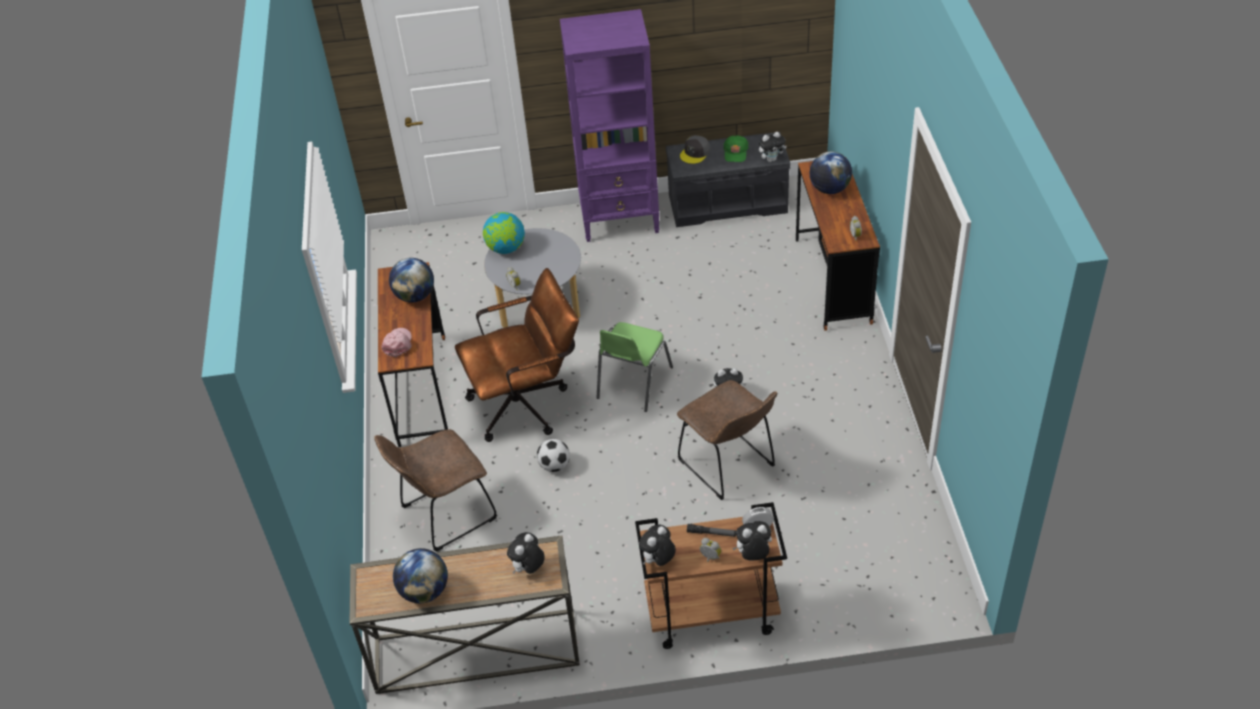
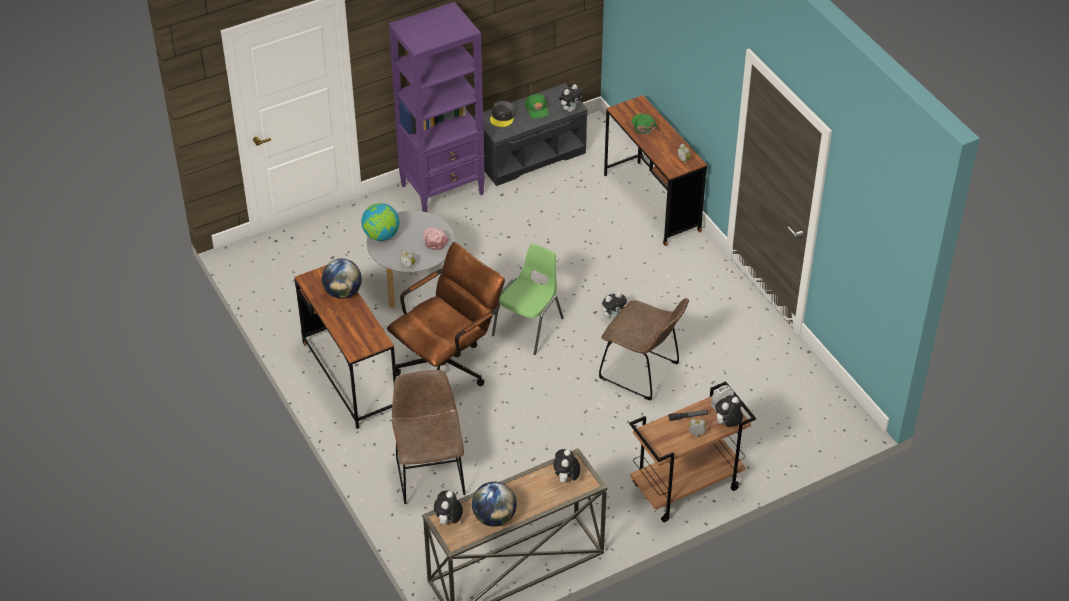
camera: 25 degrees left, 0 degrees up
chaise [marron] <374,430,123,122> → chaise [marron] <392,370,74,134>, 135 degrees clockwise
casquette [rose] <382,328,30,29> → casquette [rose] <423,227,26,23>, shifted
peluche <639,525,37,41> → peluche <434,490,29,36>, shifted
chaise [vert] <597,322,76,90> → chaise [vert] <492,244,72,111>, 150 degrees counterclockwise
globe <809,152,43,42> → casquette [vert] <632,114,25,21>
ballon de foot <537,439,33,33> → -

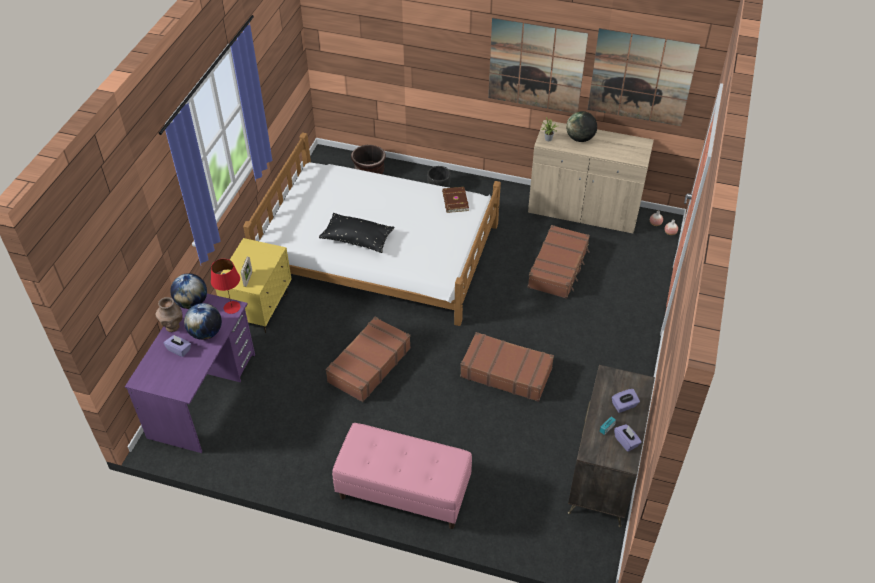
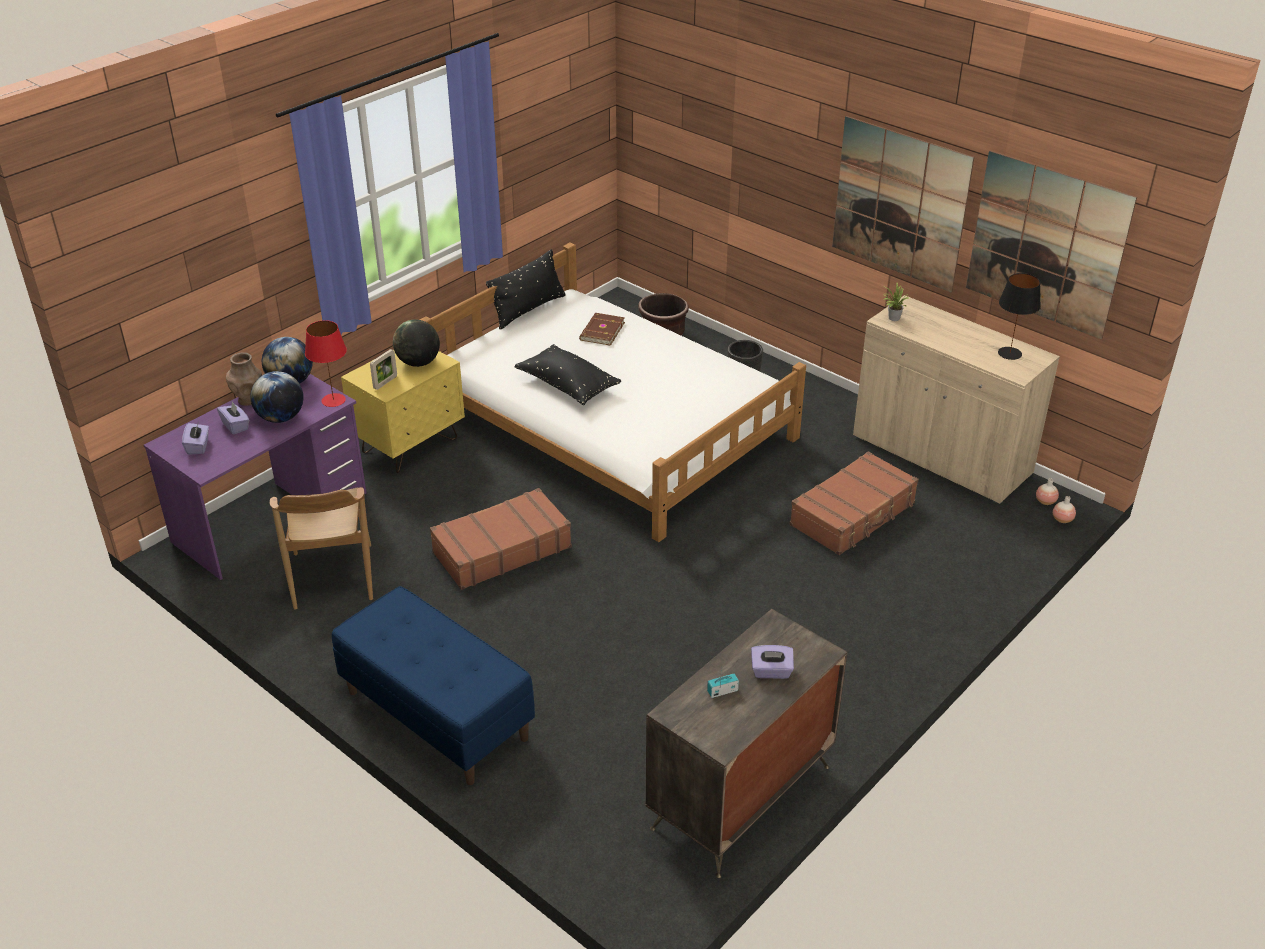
camera: 25 degrees right, 10 degrees down
boîte à mouchoirs [violet] <614,424,28,28> → boîte à mouchoirs [violet] <182,423,27,32>, shifted
- → chaise [marron] <270,487,103,122>
banc [rose] <332,423,140,106> → banc [bleu] <332,586,203,199>
globe <566,111,31,31> → globe <393,319,47,48>, shifted
- → coussin [noir] <486,249,80,81>
livre [marron] <442,187,27,26> → livre [marron] <579,313,46,33>, shifted
- → lampe de table [noir] <998,273,43,87>
valise [marron] <460,332,94,70> → -

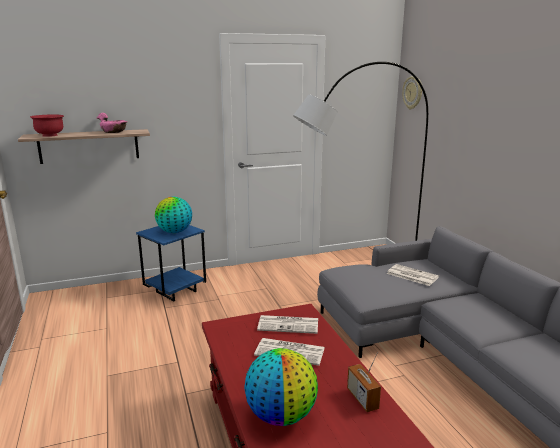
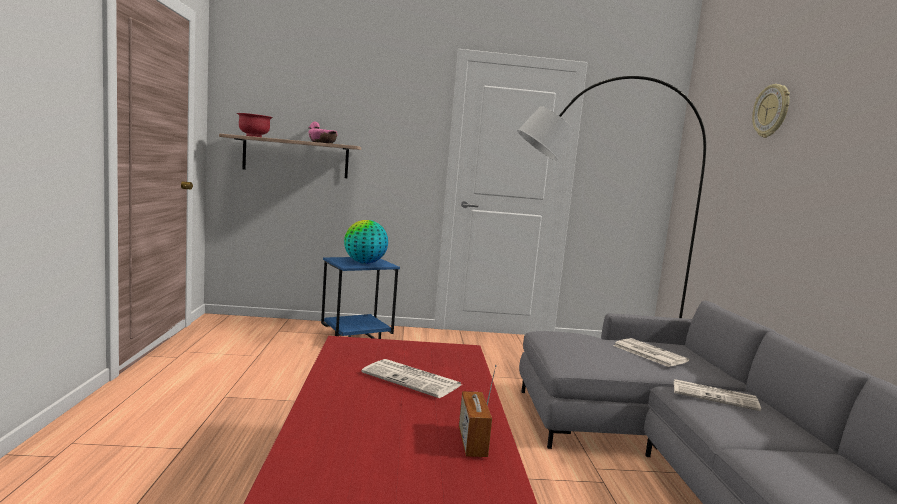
camera: 15 degrees right, 10 degrees down
journal <257,315,61,19> → journal <674,379,87,32>, shifted
horloge murale <402,76,20,33> → horloge murale <752,84,38,54>, shifted
globe <244,348,74,78> → -

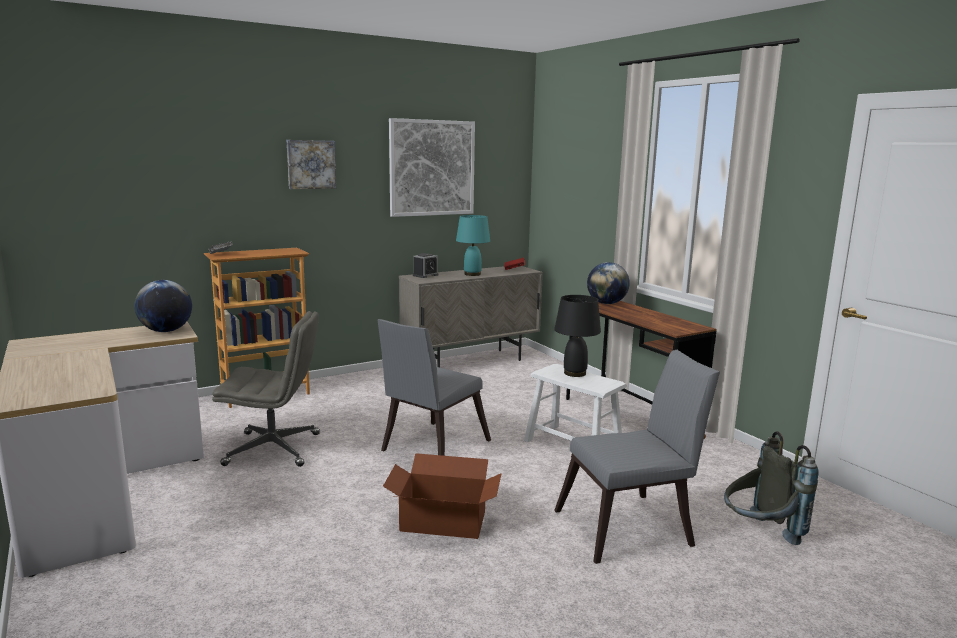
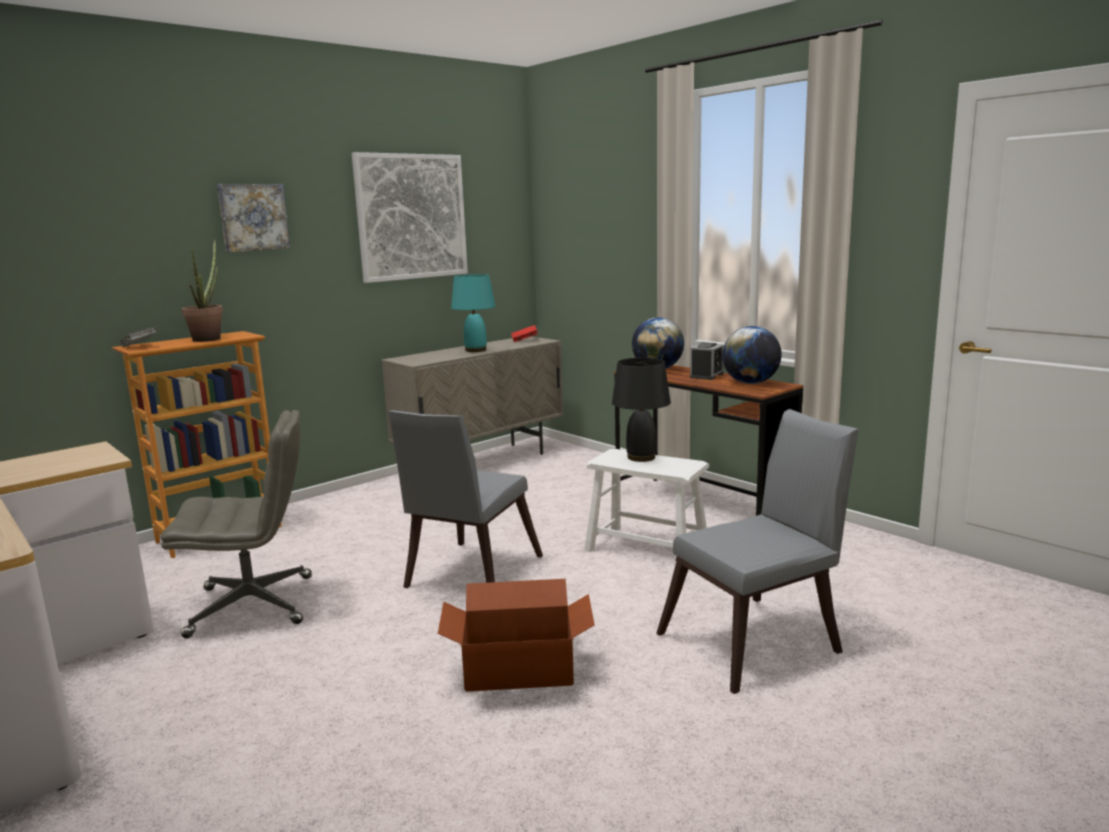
camera: 10 degrees left, 0 degrees up
- → plante en pot <182,239,41,103>
réveil <413,253,26,25> → réveil <690,342,34,38>, shifted
globe <134,280,58,52> → globe <722,326,60,58>, shifted
sac à dos [gris] <724,431,95,114> → -

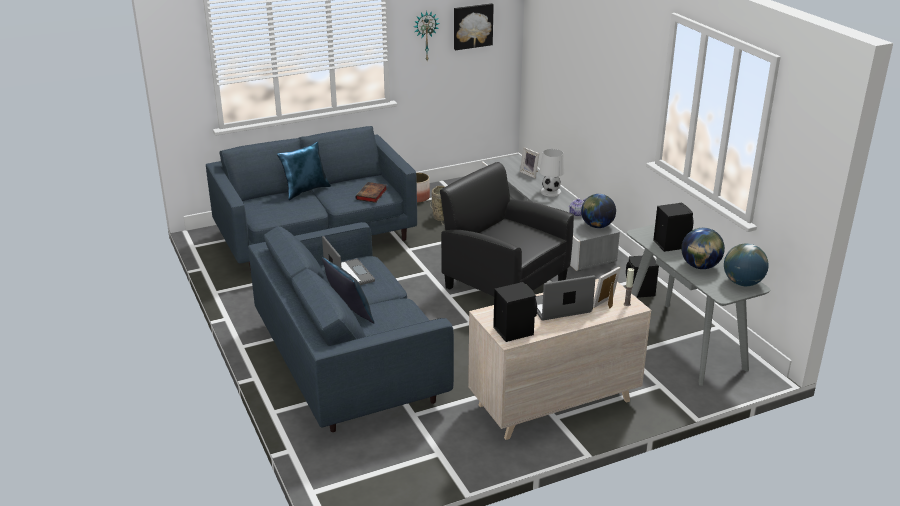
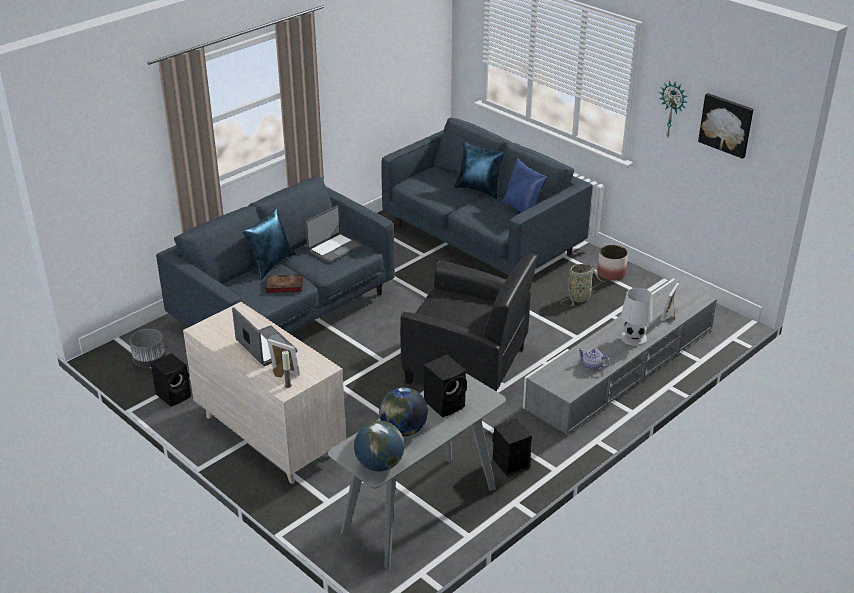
camera: 70 degrees right, 5 degrees up
- → cache-pot [gris] <130,329,36,38>
enceinte [noir] <493,282,44,60> → enceinte [noir] <151,353,40,54>, shifted
livre <356,182,31,21> → livre <265,274,38,19>, shifted
fauteuil [noir] <440,162,134,134> → fauteuil [noir] <400,254,138,138>, 90 degrees clockwise
- → coussin [bleu] <501,158,46,54>
globe <581,194,35,34> → -

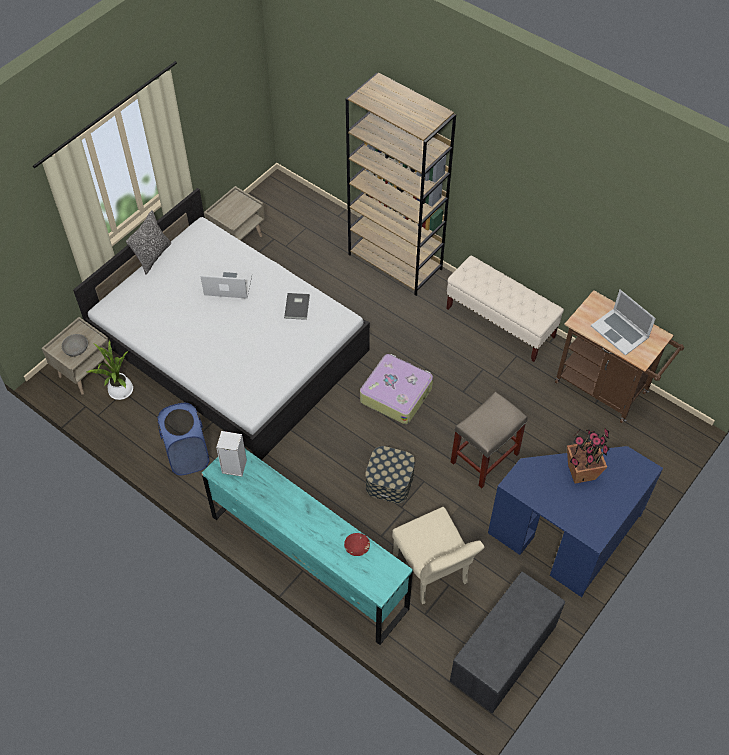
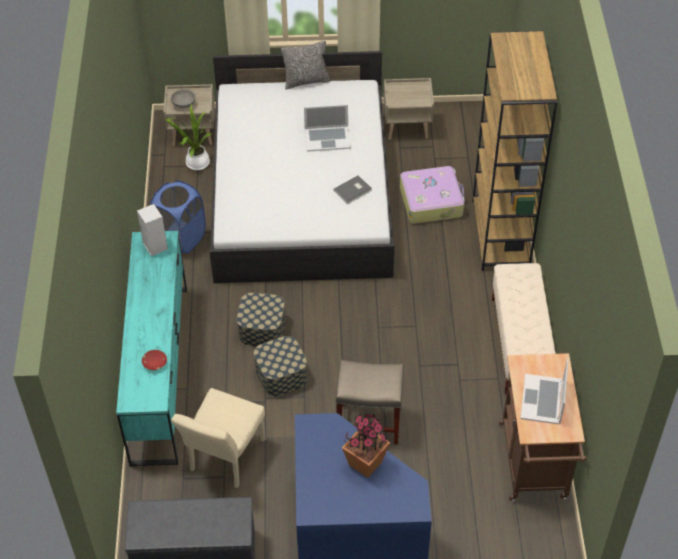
camera: 50 degrees right, 5 degrees down
- → boîte de rangement <237,293,48,53>
ordinateur portable <200,270,52,29> → ordinateur portable <304,105,47,47>, 120 degrees clockwise
valise <360,354,73,70> → valise <400,166,65,58>, shifted

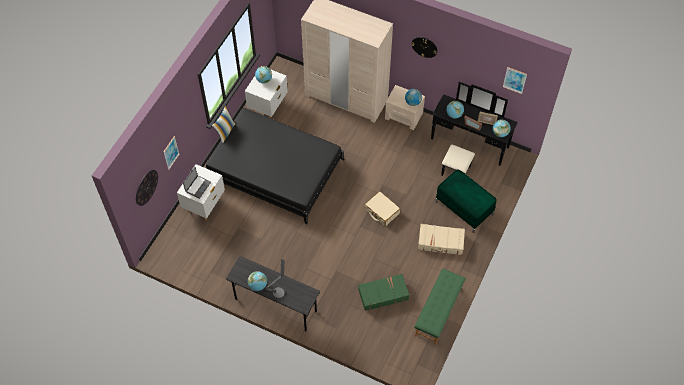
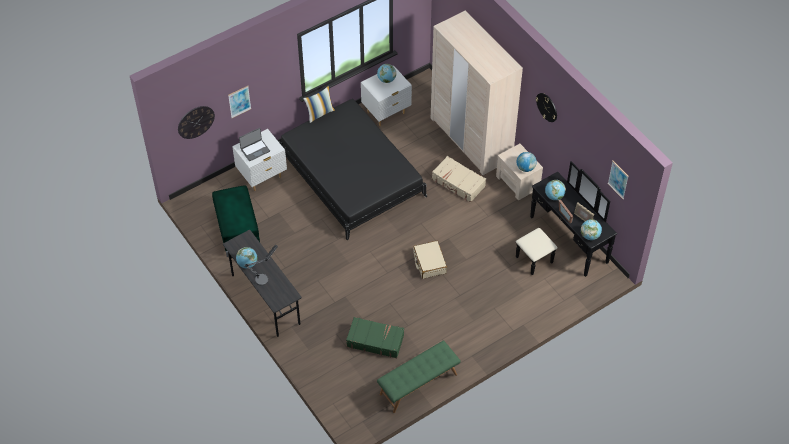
camera: 30 degrees right, 5 degrees down
pouf [vert] <436,169,61,64> → pouf [vert] <212,185,48,72>, shifted
valise [beige] <418,224,47,32> → valise [beige] <432,156,54,46>, shifted

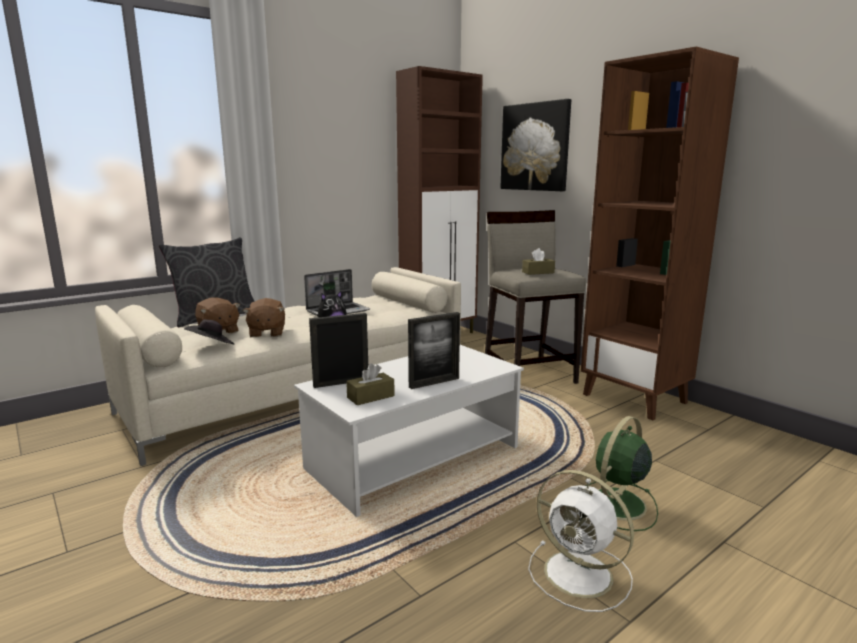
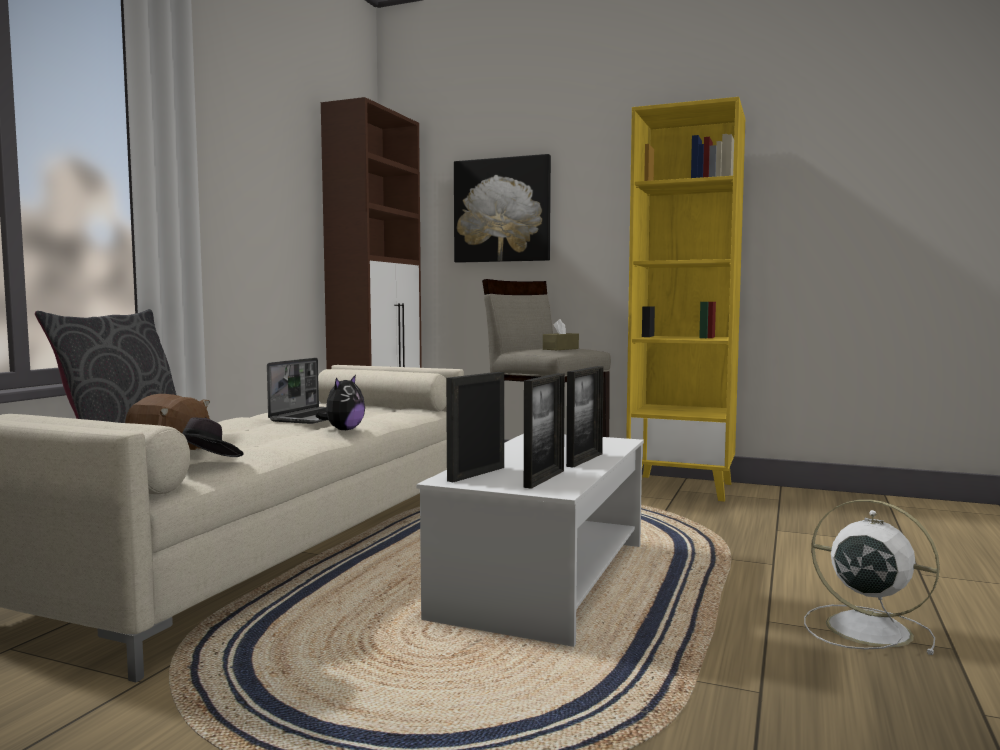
camera: 30 degrees left, 10 degrees down
boîte à mouchoirs [marron] <346,363,49,42> → cadre photo <524,373,41,116>
bibliothèque [marron] <581,46,158,374> → bibliothèque [jaune] <626,97,119,405>
ventilateur [blanc] <528,470,106,142> → ventilateur [blanc] <804,499,136,156>, 150 degrees counterclockwise
peluche [marron] <243,298,42,39> → -
ventilateur [vert] <586,416,72,115> → -

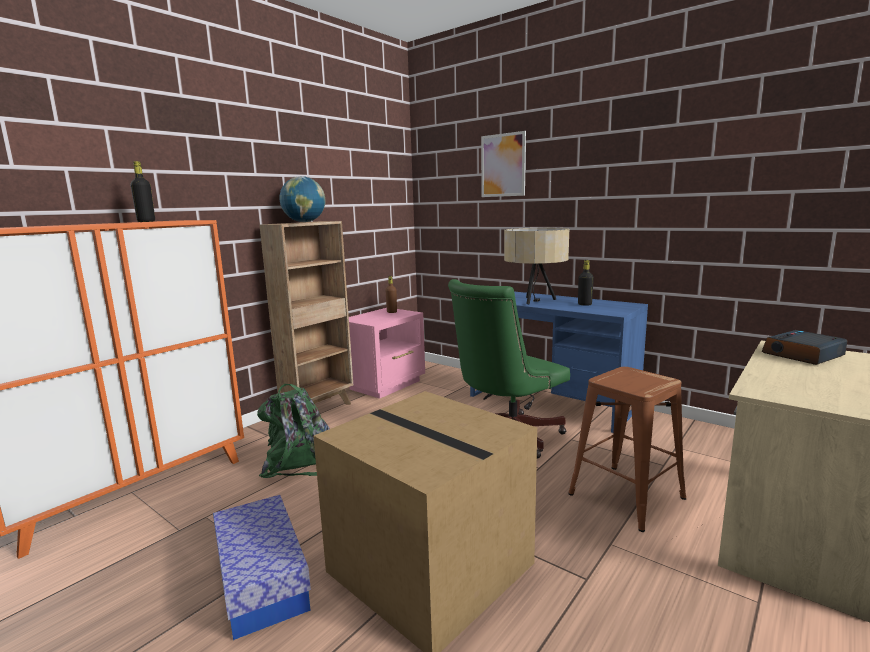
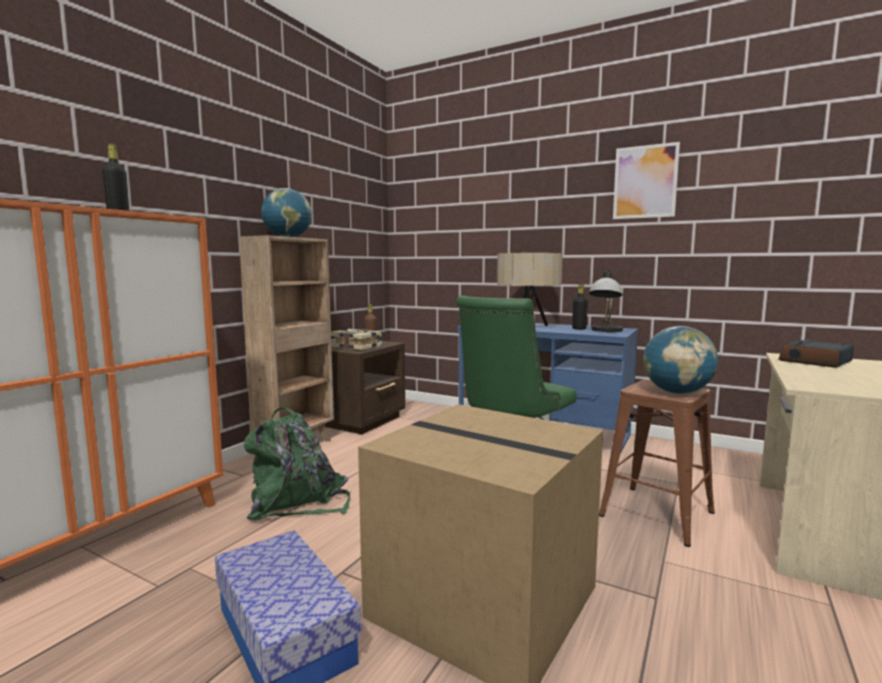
camera: 10 degrees left, 5 degrees down
table de chevet [rose] <349,308,76,91> → table de chevet [marron] <325,341,80,93>
- → livre <331,329,51,21>
- → lampe de table <589,269,34,63>
tableau <481,131,45,66> → tableau <613,142,67,77>, shifted
- → globe <643,326,75,68>

